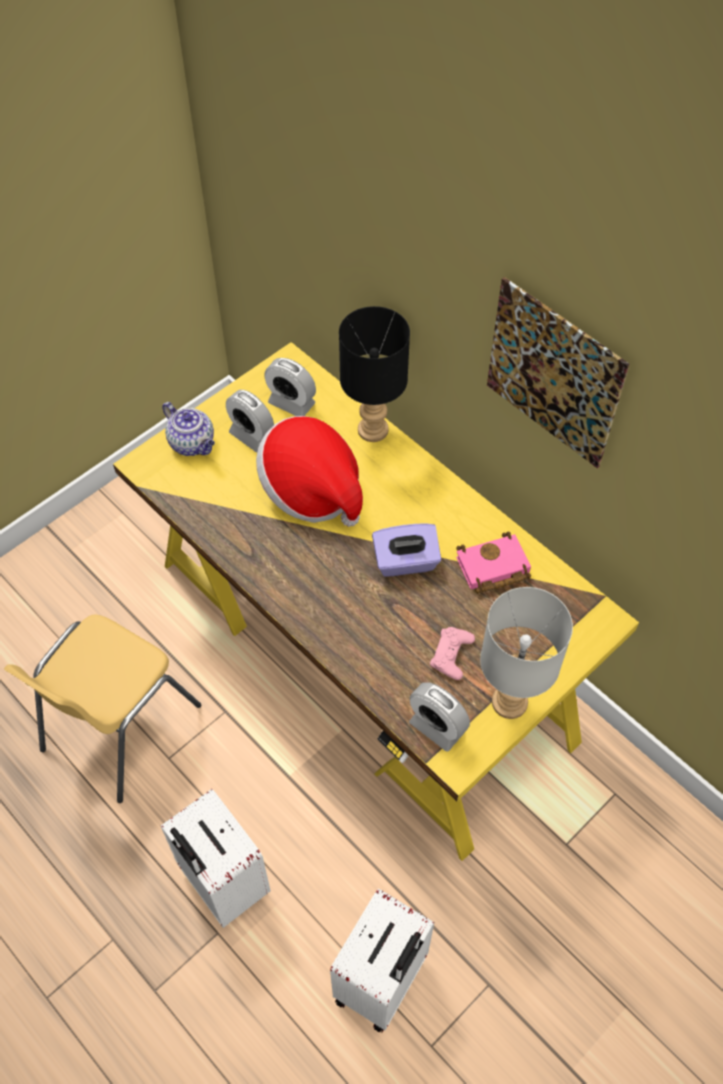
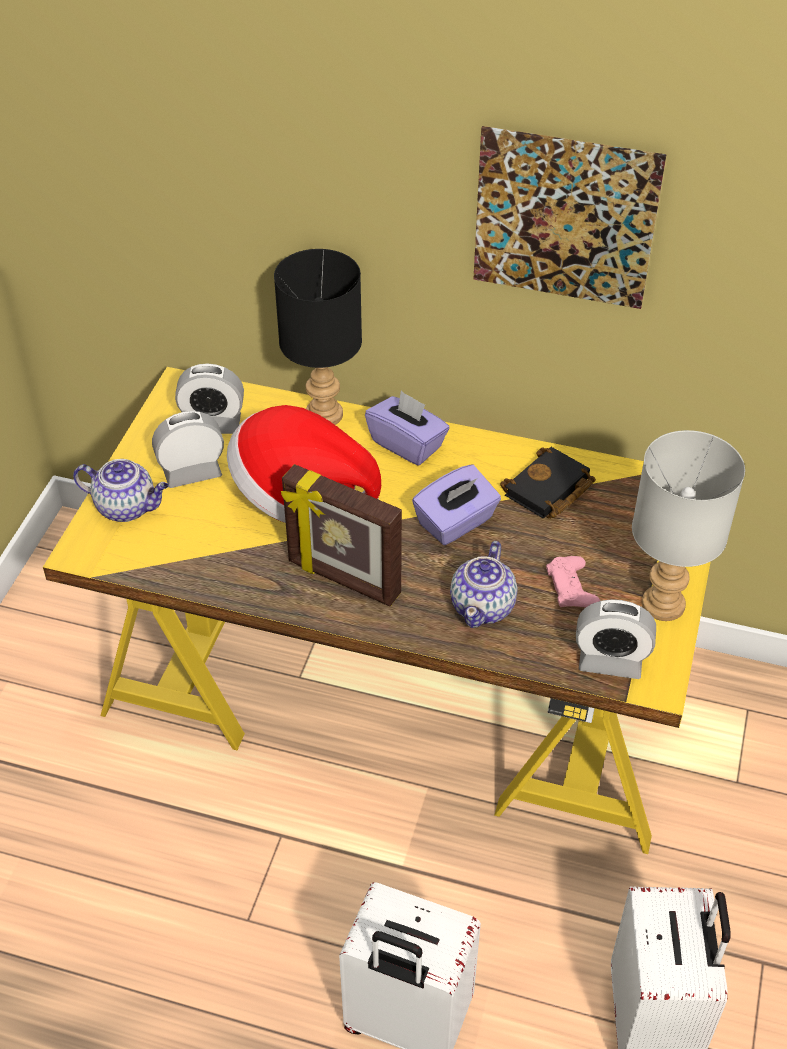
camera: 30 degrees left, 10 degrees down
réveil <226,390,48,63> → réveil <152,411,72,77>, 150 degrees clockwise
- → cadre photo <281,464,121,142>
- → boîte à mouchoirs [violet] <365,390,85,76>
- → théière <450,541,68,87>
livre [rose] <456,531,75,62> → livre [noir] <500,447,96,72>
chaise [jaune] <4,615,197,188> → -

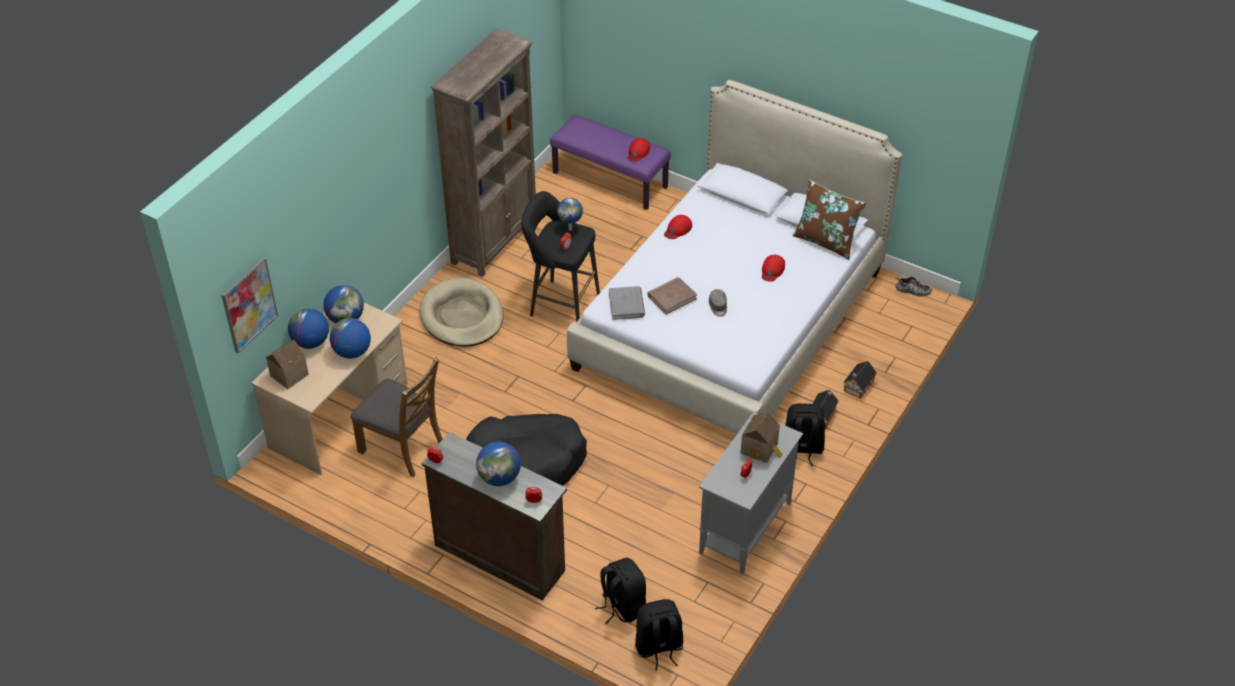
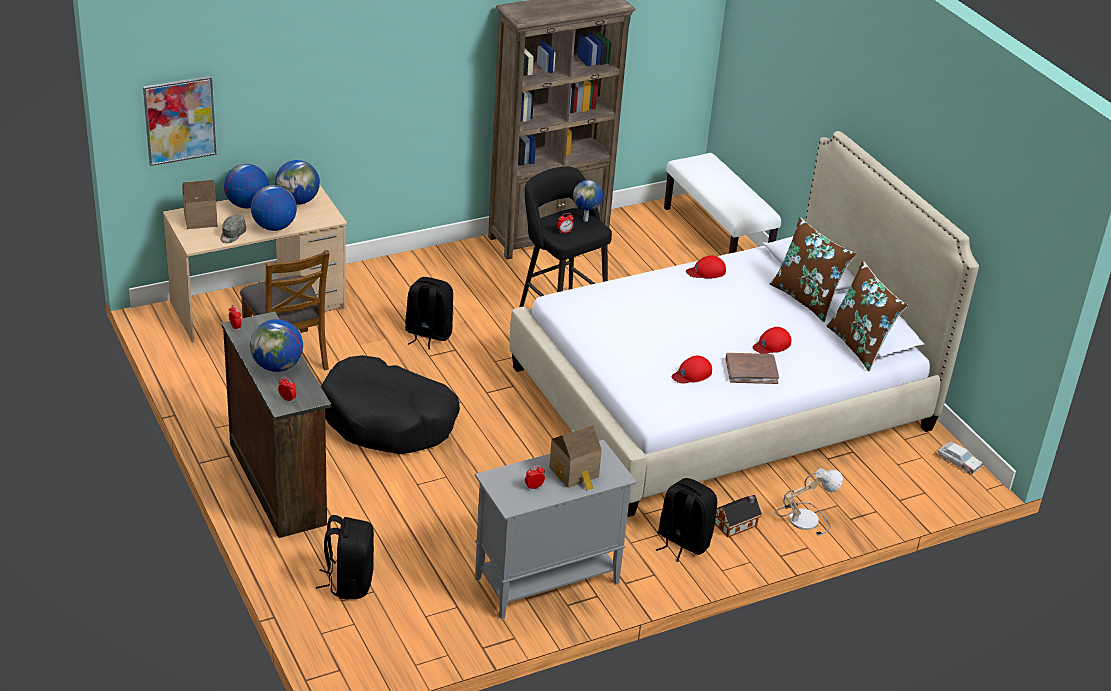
camera: 30 degrees right, 10 degrees down
casquette [gris] <709,289,18,28> → casquette [gris] <220,215,26,28>, shifted
sac à dos [noir] <635,599,48,72> → sac à dos [noir] <405,277,49,72>, shifted
banc [violet] <550,115,121,95> → banc [blanc] <664,153,117,100>
casquette [rouge] <628,138,22,24> → casquette [rouge] <672,356,40,28>, shifted
livre [marron] <647,277,50,37> → livre [marron] <726,353,53,31>, shifted
- → coussin [marron] <770,217,86,105>
maison miniature <843,361,34,38> → lampe de table <775,468,68,68>
chaussure <895,277,37,20> → petite voiture <938,441,45,33>
panier pour chien [beige] <419,278,85,69> → -
livre [gris] <609,286,36,34> → -

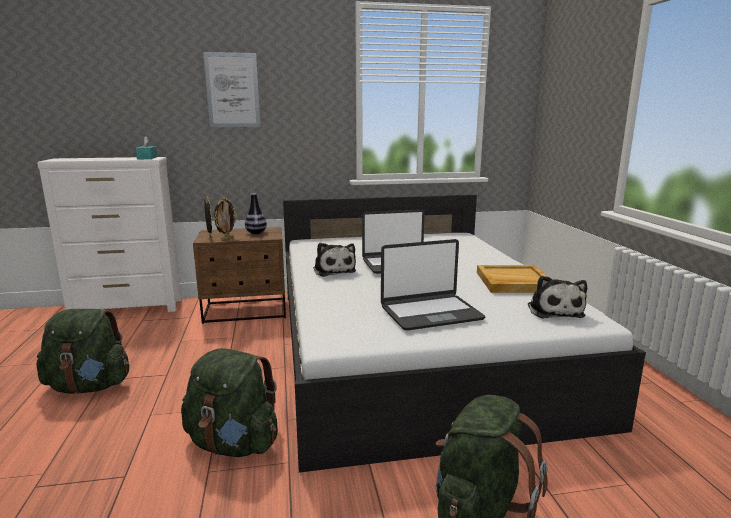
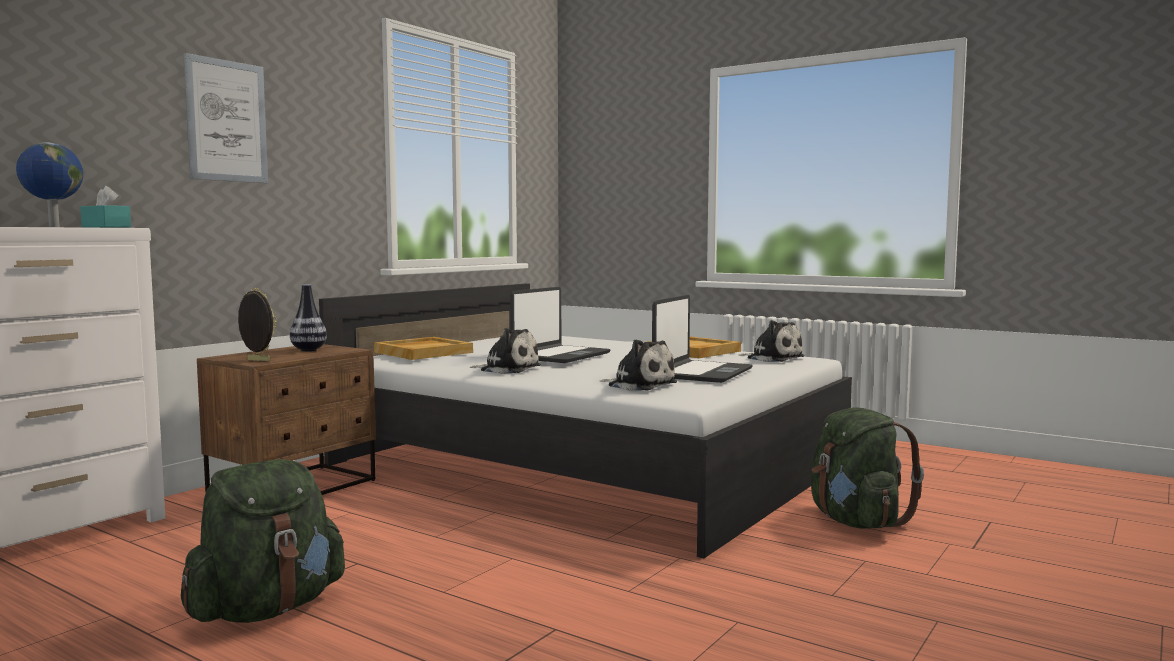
camera: 45 degrees left, 10 degrees down
- → globe <16,142,67,85>
- → plateau [beige] <374,337,99,23>
- → peluche <600,339,77,52>
sac à dos [vert] <181,348,97,109> → -
cadre photo <214,198,23,43> → -

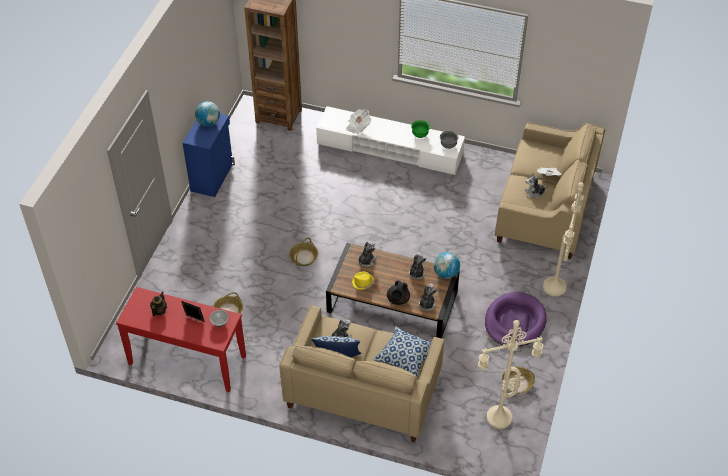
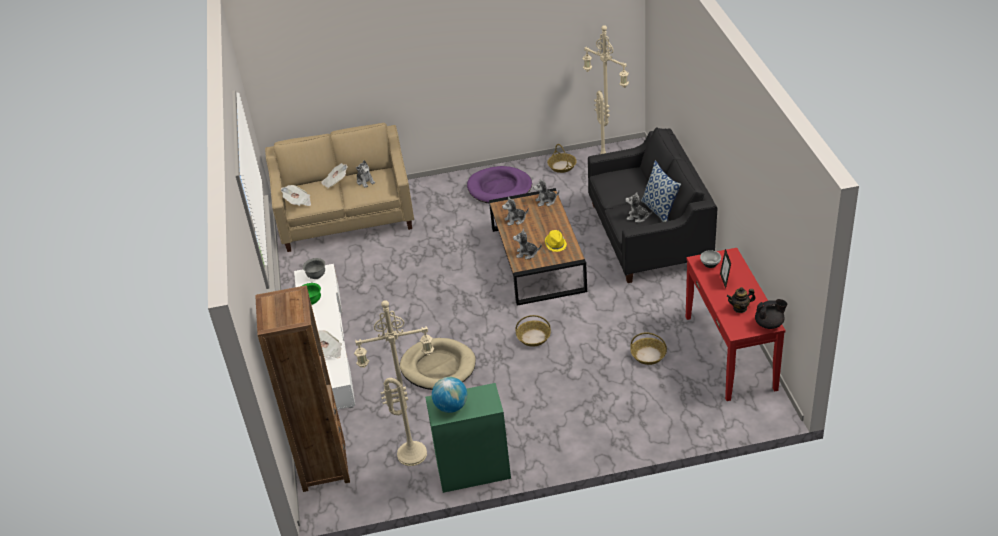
camera: 115 degrees left, 10 degrees down
- → journal <281,185,30,21>
lampadaire [beige] <543,182,41,115> → lampadaire [beige] <354,300,80,166>, shifted
- → panier pour chien [beige] <400,338,76,52>
meuble de rangement [bleu] <183,114,52,83> → meuble de rangement [vert] <425,383,86,110>
canapé [beige] <279,305,165,137> → canapé [noir] <588,127,130,156>
théière [noir] <387,280,23,25> → théière [noir] <755,299,32,30>, shifted
coussin <373,326,59,50> → -
globe <434,252,26,27> → -

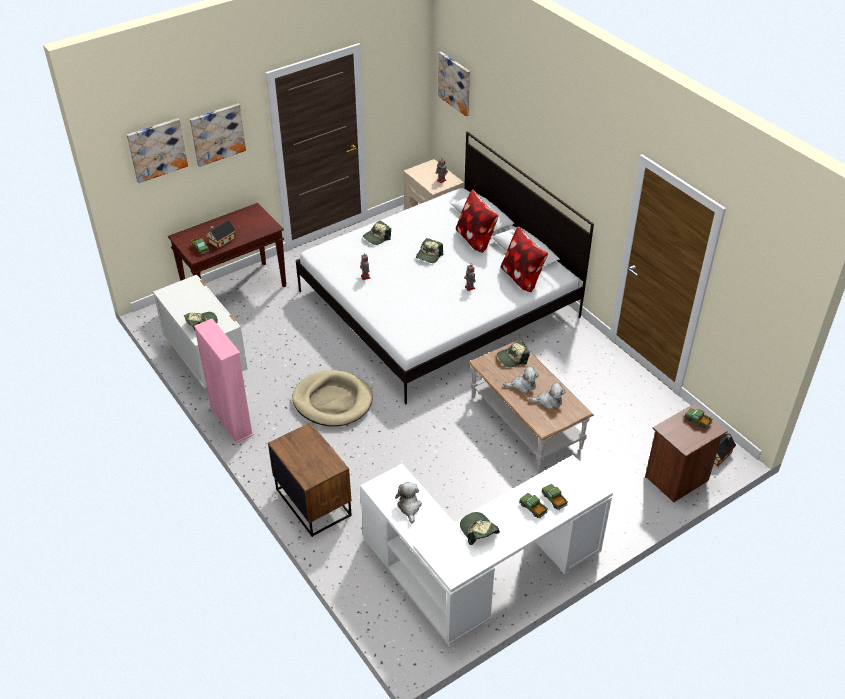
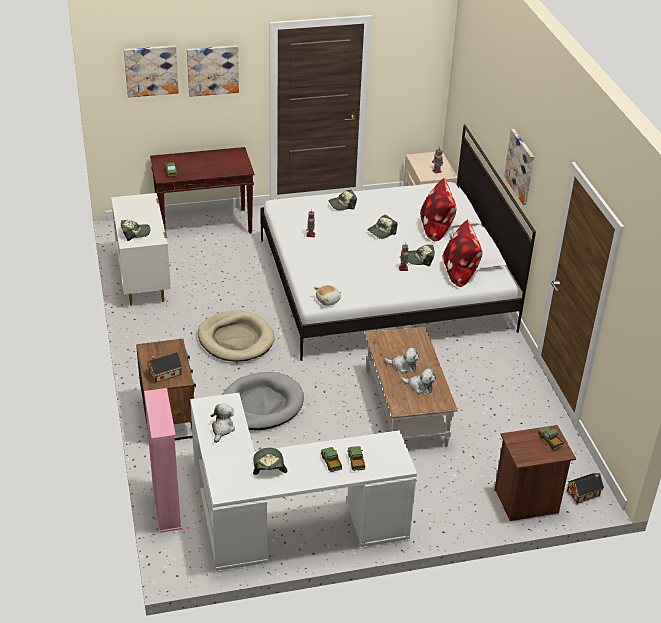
camera: 20 degrees right, 5 degrees down
bibliothèque [rose] <194,319,60,124> → bibliothèque [rose] <144,388,38,145>, shifted
maison miniature <205,220,31,29> → maison miniature <147,352,35,31>, shifted
- → panier pour chien [gris] <222,372,82,58>
- → peluche <314,285,27,21>
casquette <497,340,33,27> → casquette <408,245,27,21>, shifted
tableau <438,52,32,64> → tableau <504,129,30,76>, shifted

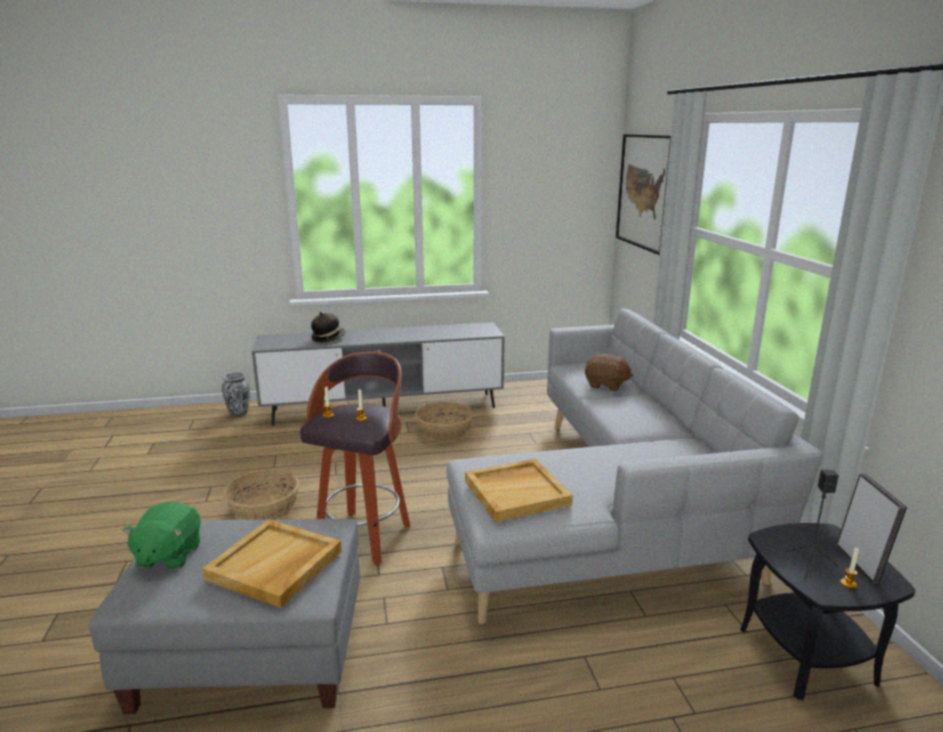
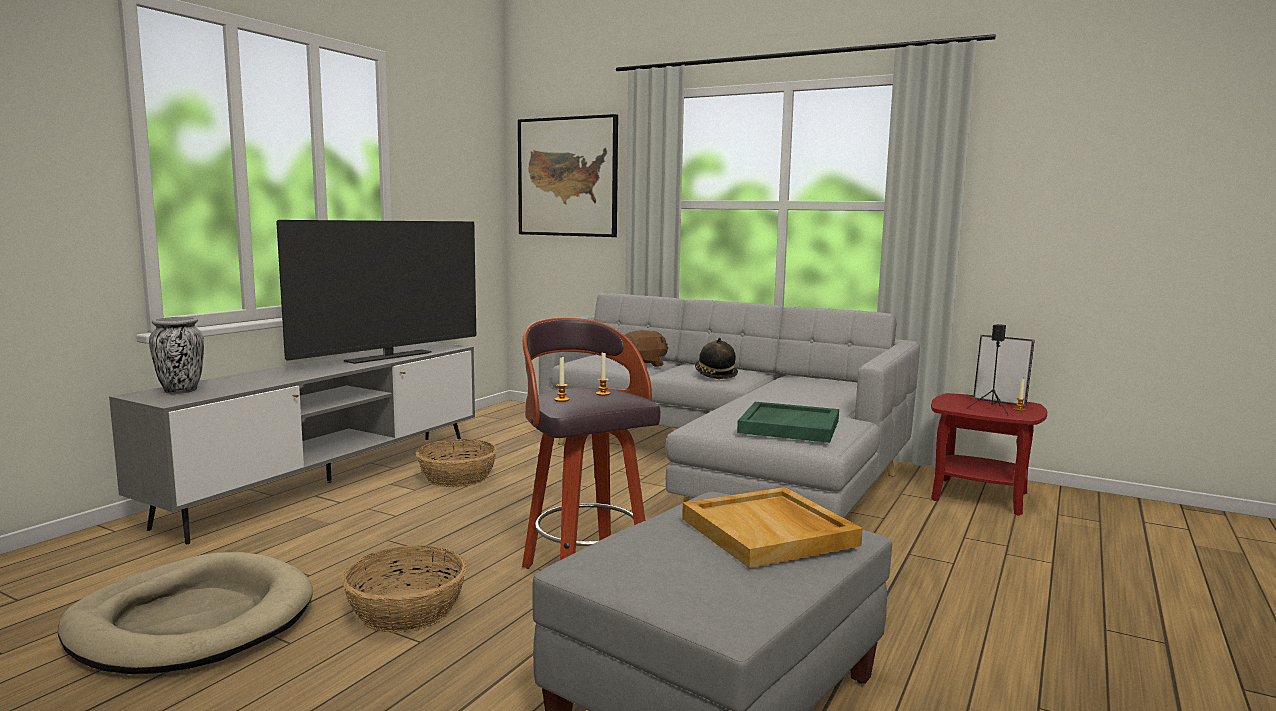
camera: 50 degrees left, 10 degrees down
- → panier pour chien [beige] <58,552,255,122>
vase <222,372,28,44> → vase <149,317,55,77>, shifted
- → téléviseur <276,220,200,144>
chapeau <311,312,34,31> → chapeau <695,338,43,41>, shifted
plateau [beige] <465,459,108,63> → plateau [vert] <737,402,102,41>
table d'appoint [noir] <740,523,175,177> → table d'appoint [rouge] <931,393,116,123>
peluche [vert] <123,502,78,68> → -

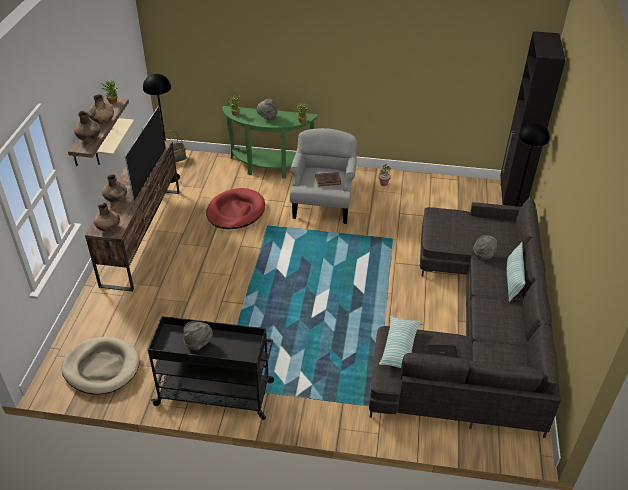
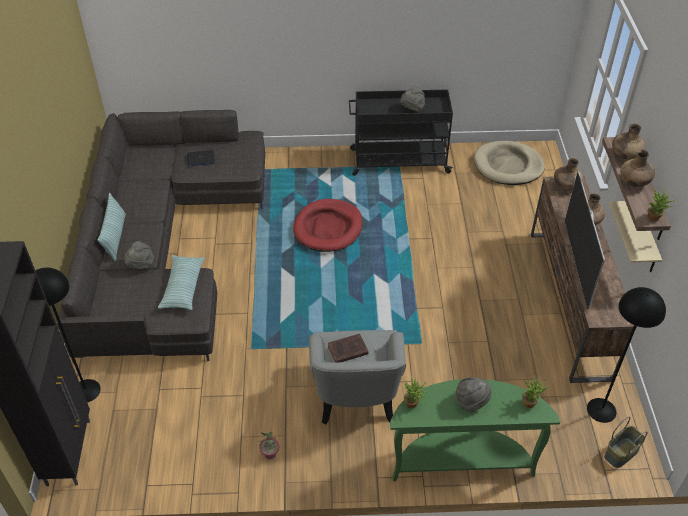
camera: 170 degrees right, 5 degrees up
coussin <379,316,42,52> → coussin <158,255,47,55>, shifted
panier pour chien [rouge] <206,188,59,41> → panier pour chien [rouge] <293,199,70,53>, shifted

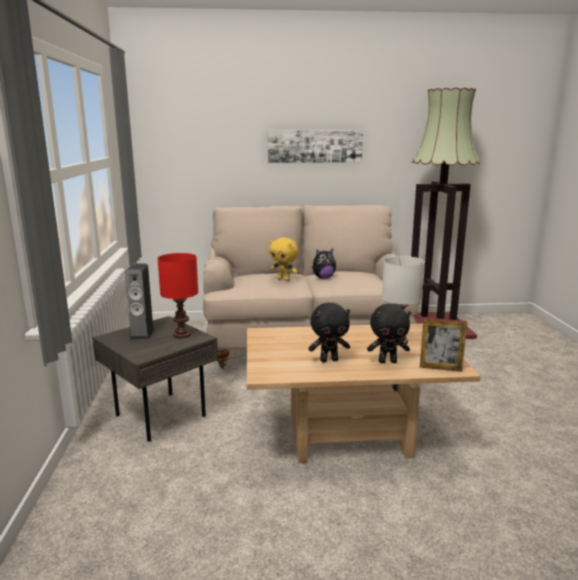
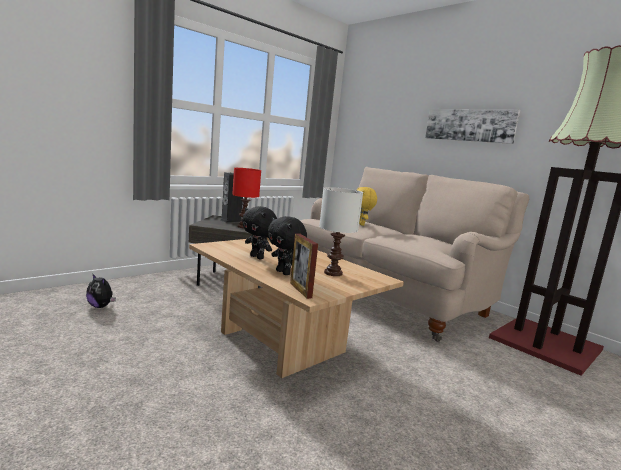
camera: 50 degrees right, 5 degrees down
peluche <312,249,24,30> → peluche <86,273,30,35>, shifted

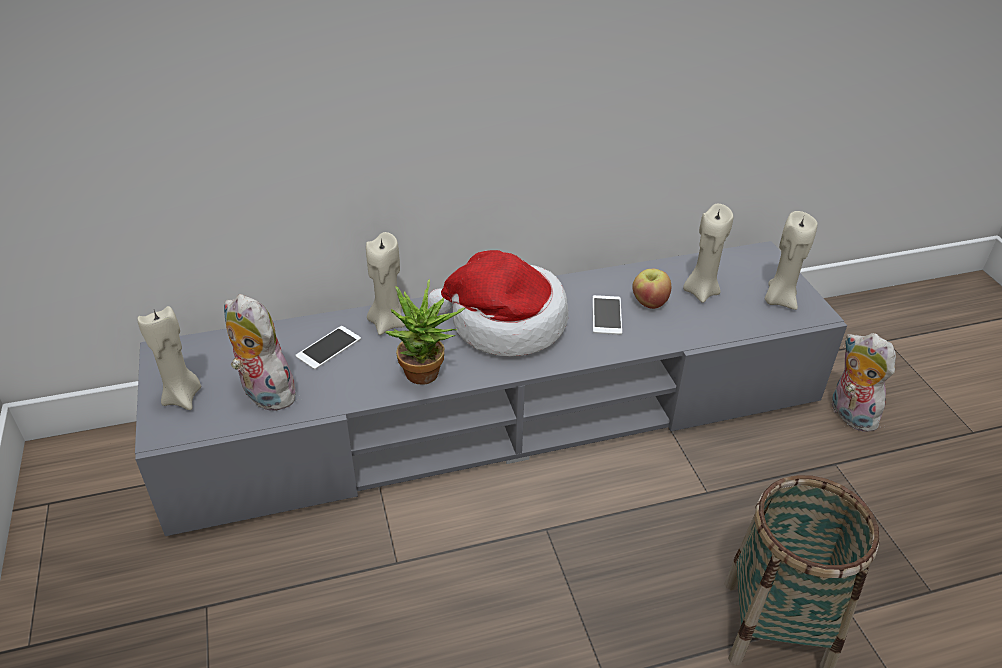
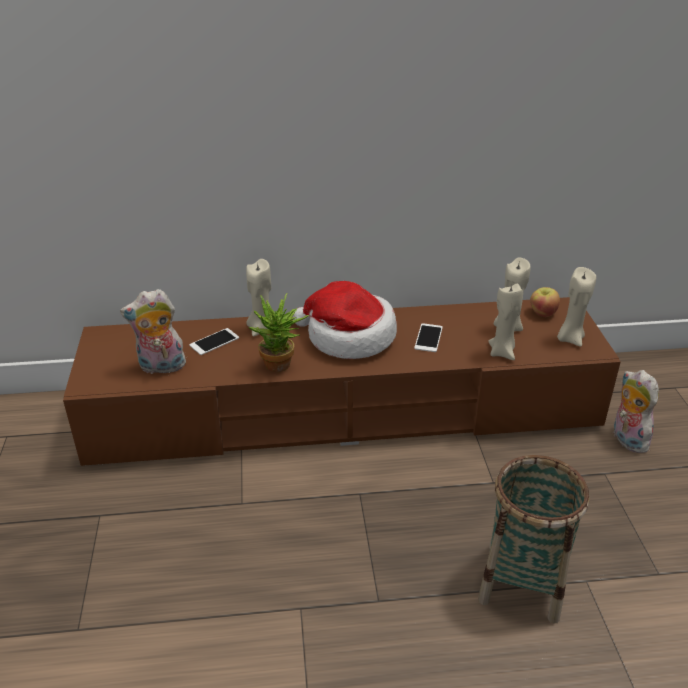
camera: 10 degrees right, 5 degrees down
meuble télé [gris] <135,241,712,295> → meuble télé [marron] <63,297,558,169>
peluche <224,294,72,117> → peluche <120,289,69,85>, 60 degrees counterclockwise
bougie [beige] <137,306,64,104> → bougie [beige] <488,284,35,76>, shifted
pomme <632,269,39,40> → pomme <530,287,30,30>, shifted

